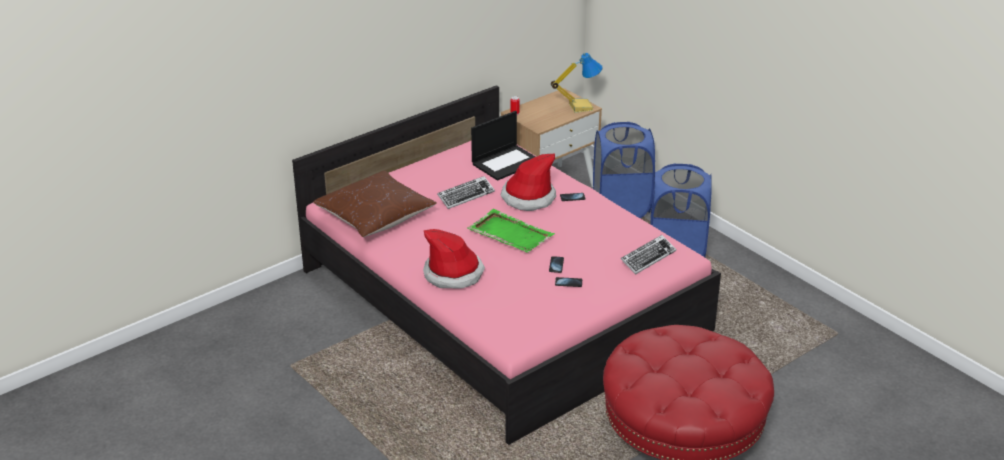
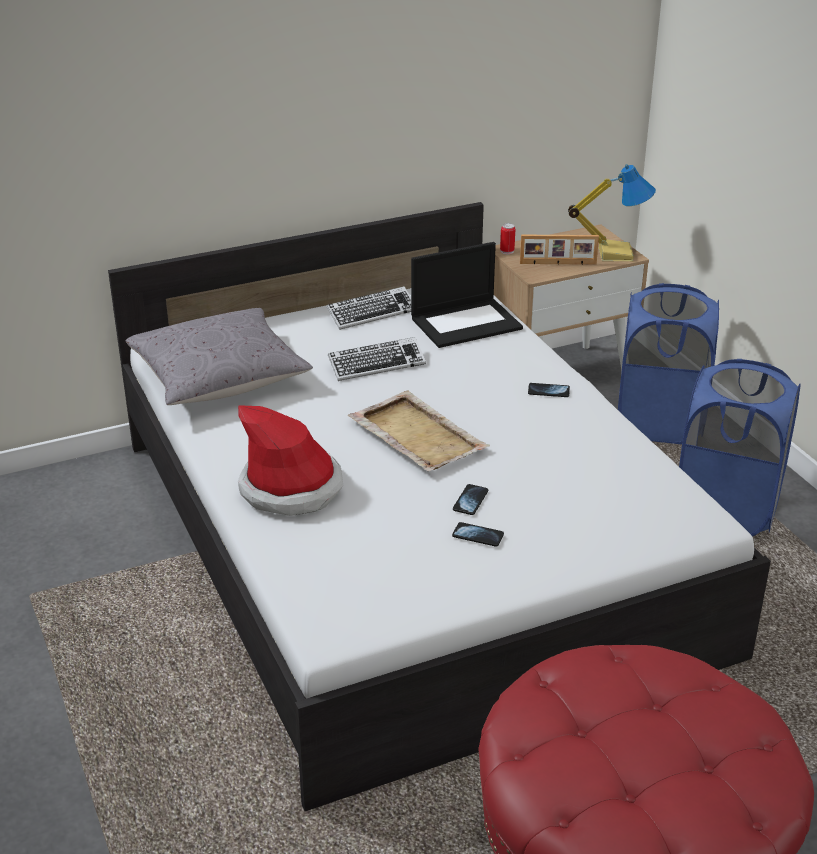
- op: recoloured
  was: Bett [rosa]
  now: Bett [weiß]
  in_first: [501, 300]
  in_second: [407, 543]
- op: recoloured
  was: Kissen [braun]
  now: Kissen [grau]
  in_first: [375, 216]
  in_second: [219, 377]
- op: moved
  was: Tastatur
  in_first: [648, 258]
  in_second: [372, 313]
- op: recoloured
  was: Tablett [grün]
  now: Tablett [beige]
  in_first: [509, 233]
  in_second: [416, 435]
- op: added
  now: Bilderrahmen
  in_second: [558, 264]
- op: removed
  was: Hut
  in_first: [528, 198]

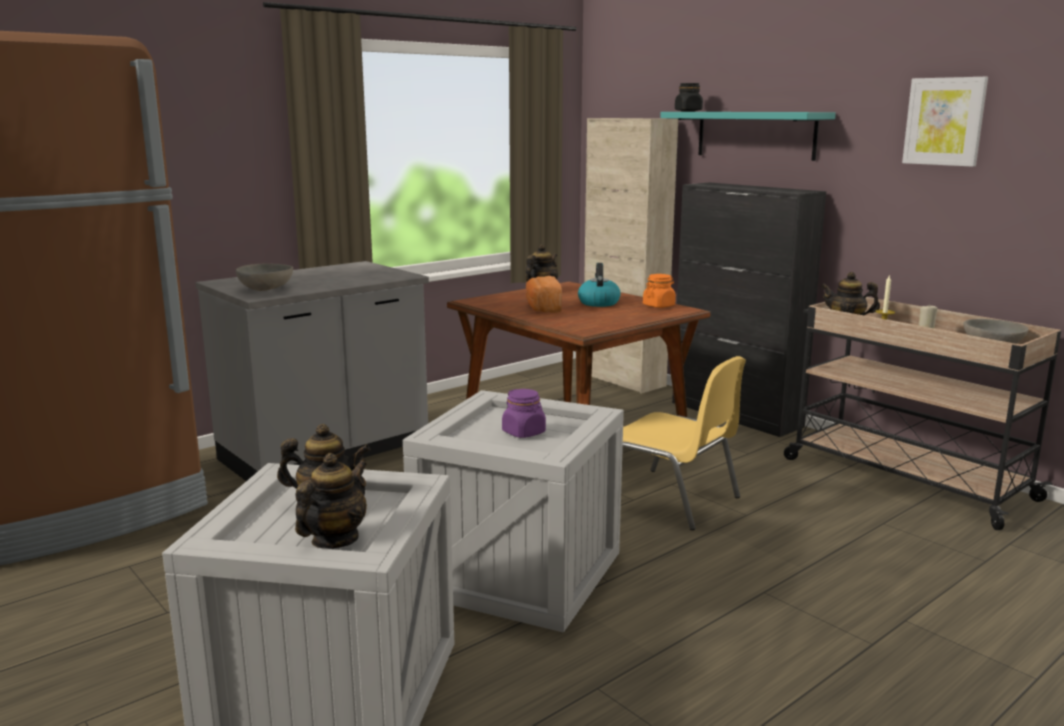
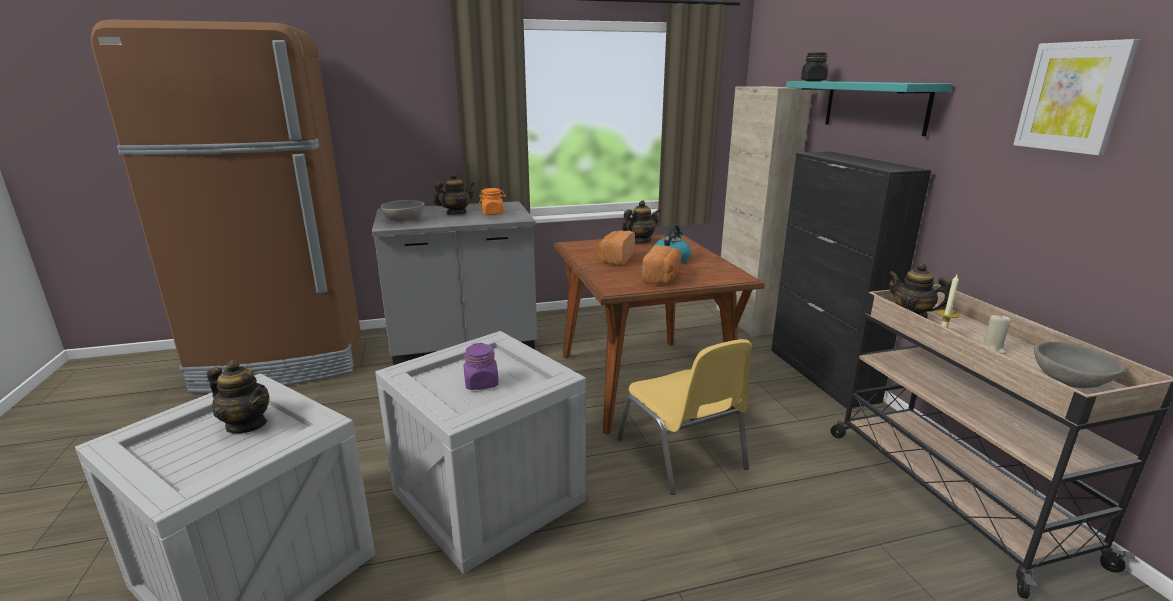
- op: moved
  was: Teekanne
  in_first: [334, 540]
  in_second: [456, 213]
- op: moved
  was: Vorratsglas [orange]
  in_first: [659, 305]
  in_second: [493, 213]
- op: added
  now: Brot
  in_second: [662, 278]

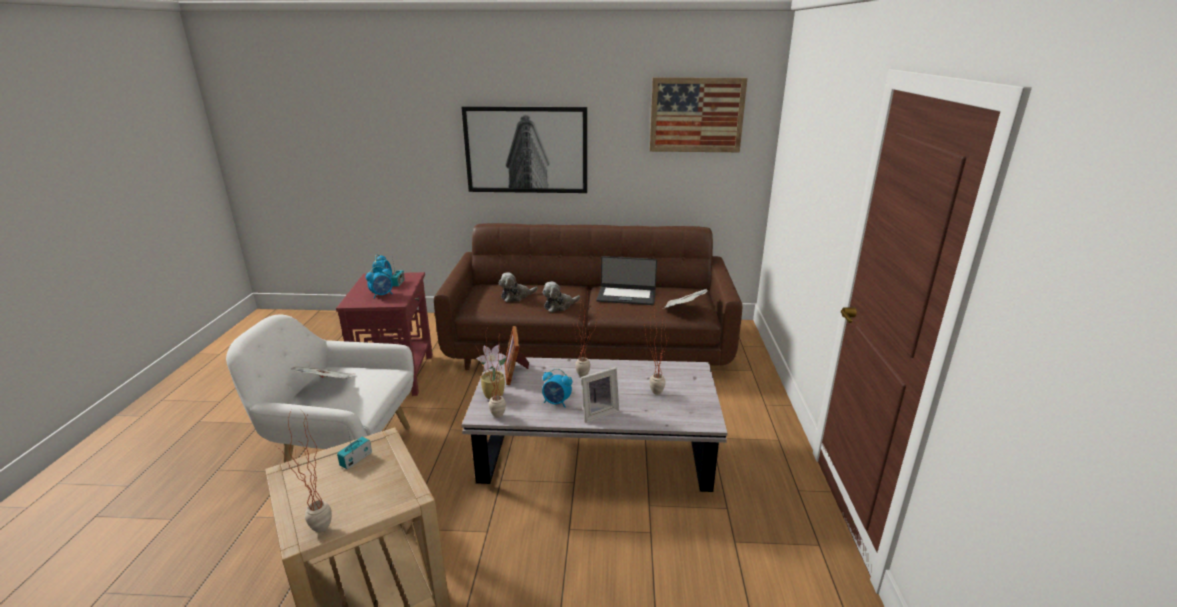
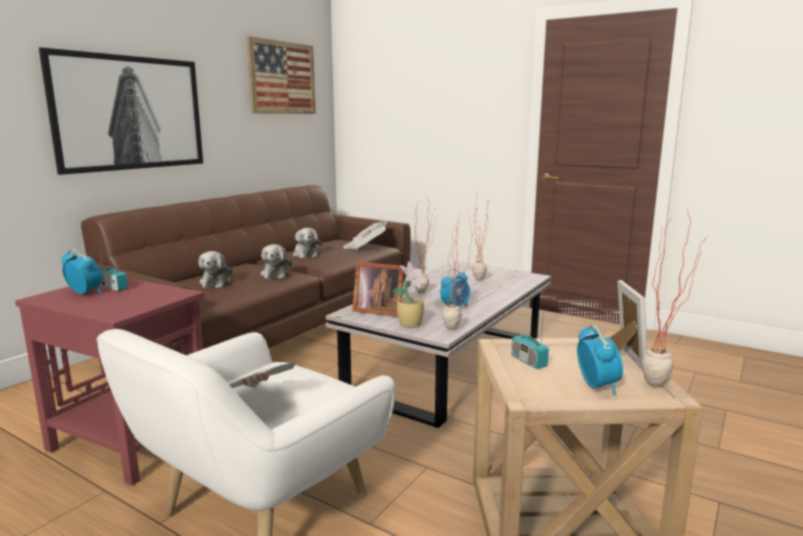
- op: replaced
  was: Laptop
  now: Plüschtier
  in_first: [626, 296]
  in_second: [305, 254]
- op: moved
  was: Wecker
  in_first: [382, 295]
  in_second: [597, 386]
- op: moved
  was: Bilderrahmen
  in_first: [598, 412]
  in_second: [622, 358]

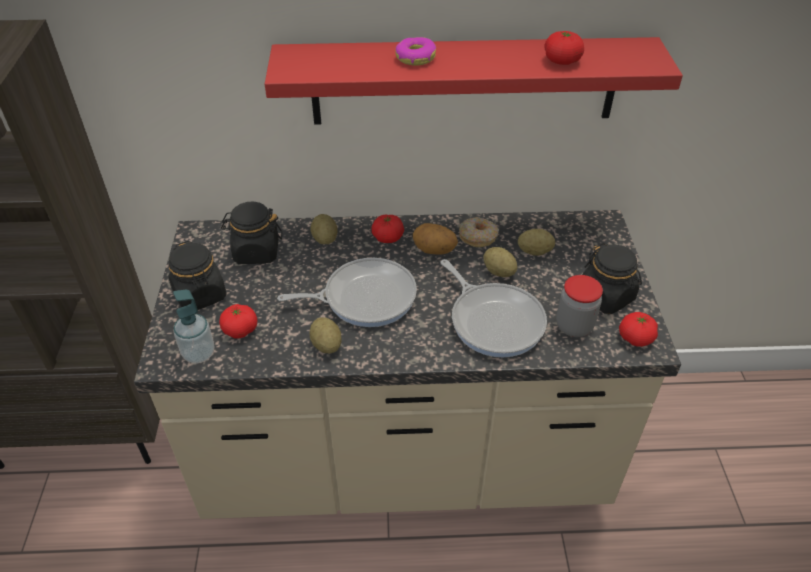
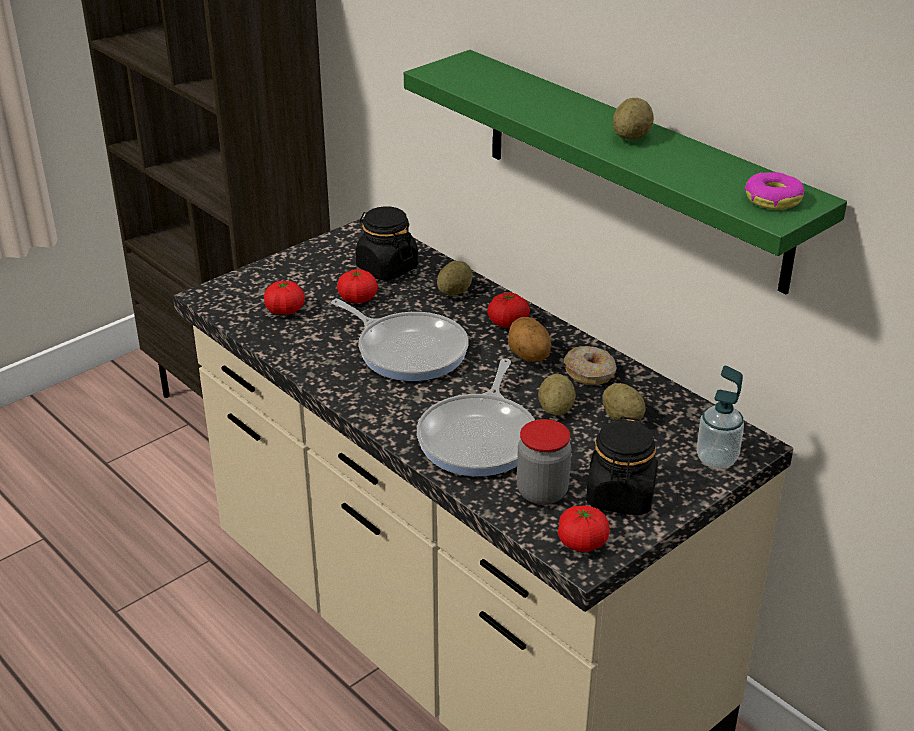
- op: moved
  was: Tomate
  in_first: [562, 61]
  in_second: [358, 299]
- op: recoloured
  was: Wandregal [rot]
  now: Wandregal [grün]
  in_first: [464, 81]
  in_second: [632, 168]
- op: moved
  was: Kartoffel
  in_first: [326, 345]
  in_second: [631, 137]
- op: moved
  was: Seifenspender
  in_first: [199, 353]
  in_second: [716, 459]
- op: moved
  was: Donut
  in_first: [415, 58]
  in_second: [772, 199]
- op: removed
  was: Vorratsglas [schwarz]
  in_first: [200, 295]

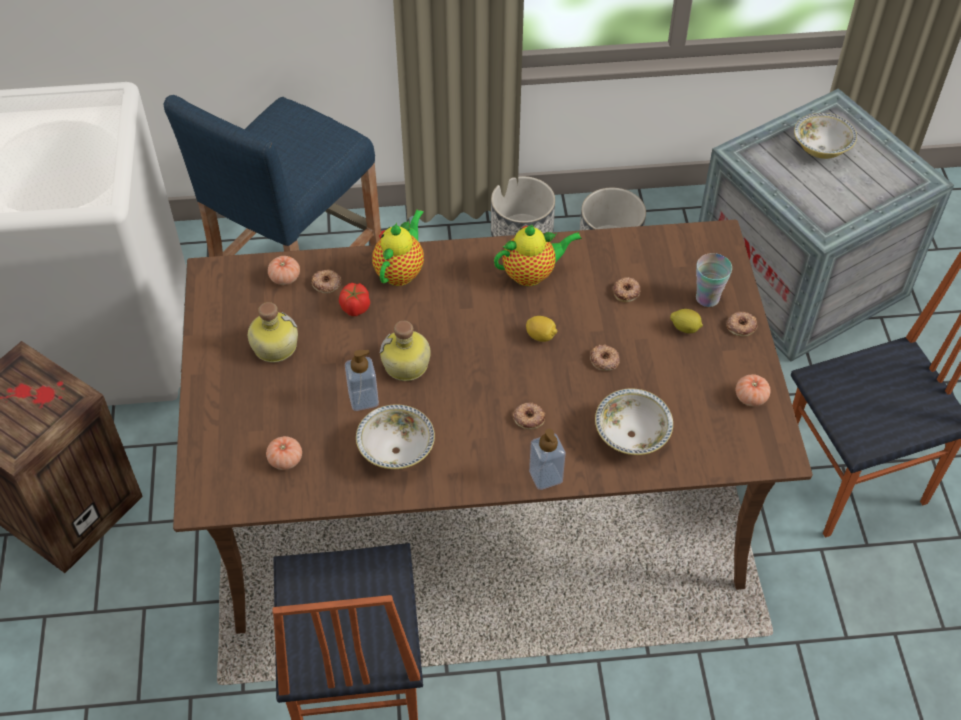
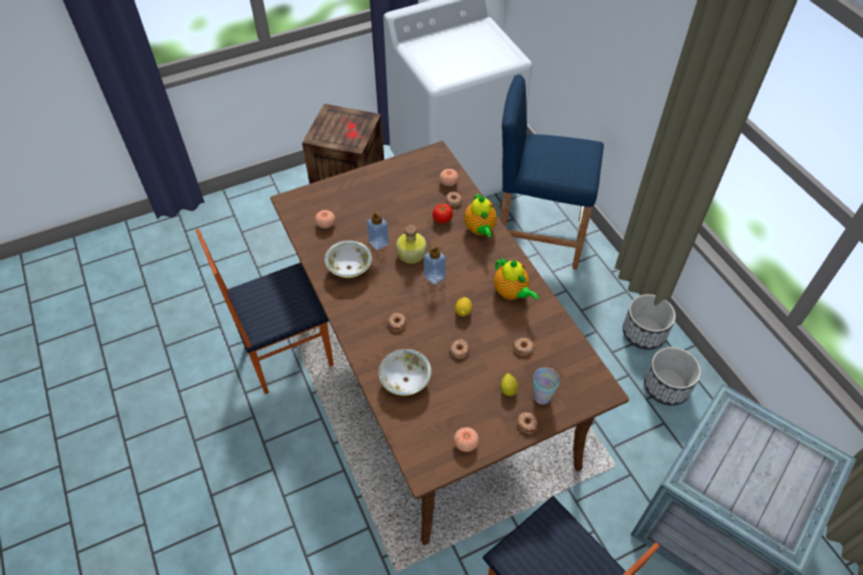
- op: moved
  was: Seifenspender
  in_first: [545, 476]
  in_second: [434, 276]
- op: turned
  was: Teekanne
  in_first: [401, 271]
  in_second: [480, 230]
  clockwise: 75
- op: removed
  was: Flasche
  in_first: [273, 346]
- op: removed
  was: Schüssel
  in_first: [821, 148]

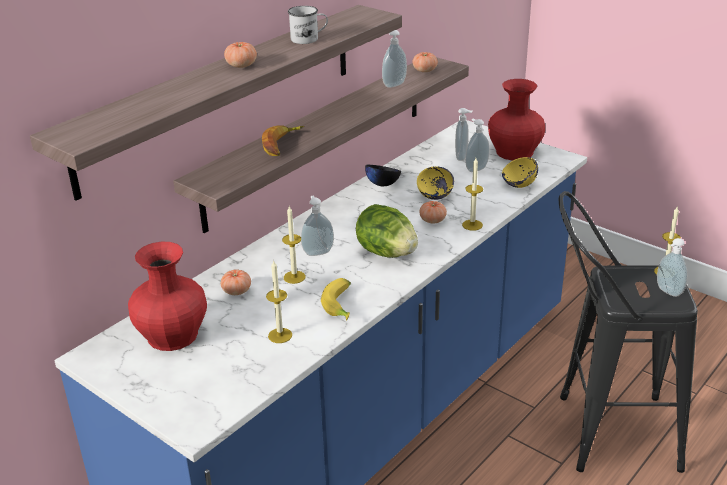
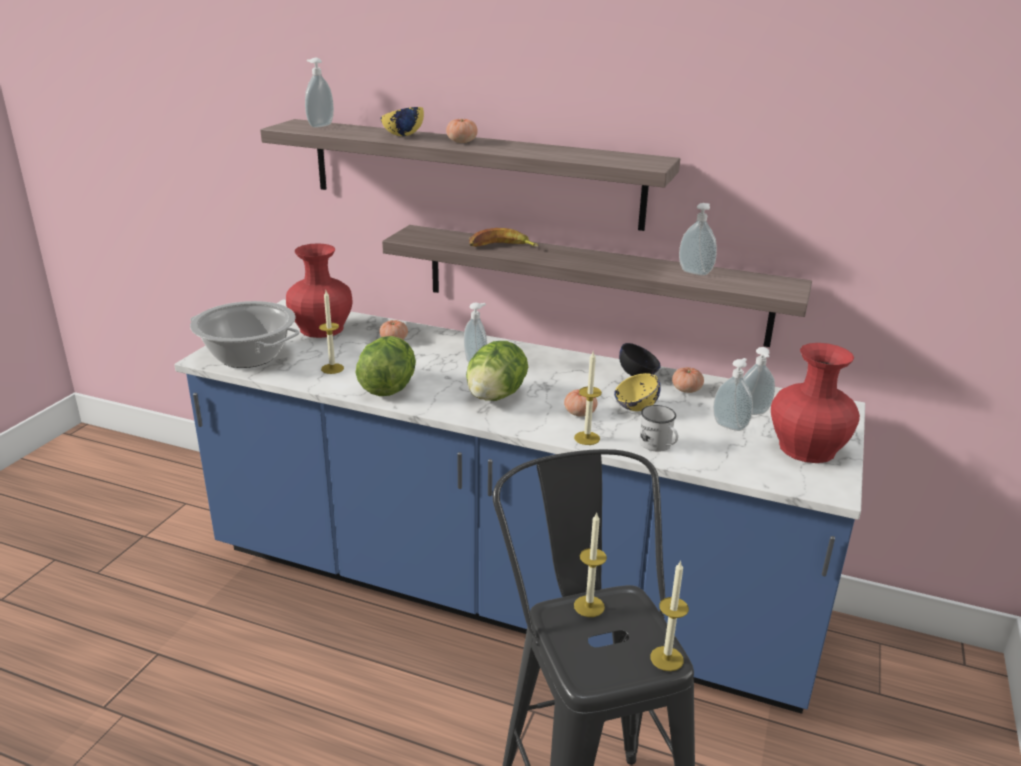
- op: added
  now: Kochtopf
  in_second: [248, 356]
- op: moved
  was: Seifenspender
  in_first: [667, 292]
  in_second: [319, 125]
- op: replaced
  was: Banane
  now: Salatkopf
  in_first: [342, 306]
  in_second: [388, 388]
- op: moved
  was: Schüssel [gelb]
  in_first: [518, 185]
  in_second: [403, 136]
- op: moved
  was: Kerze
  in_first: [294, 277]
  in_second: [589, 606]
- op: moved
  was: Henkelbecher [weiß]
  in_first: [309, 39]
  in_second: [659, 446]
- op: moved
  was: Tomate
  in_first: [424, 70]
  in_second: [686, 389]

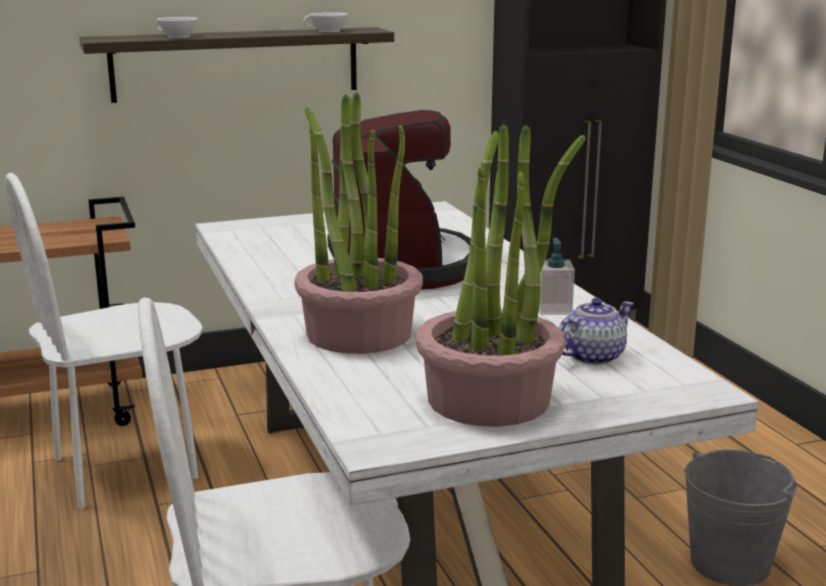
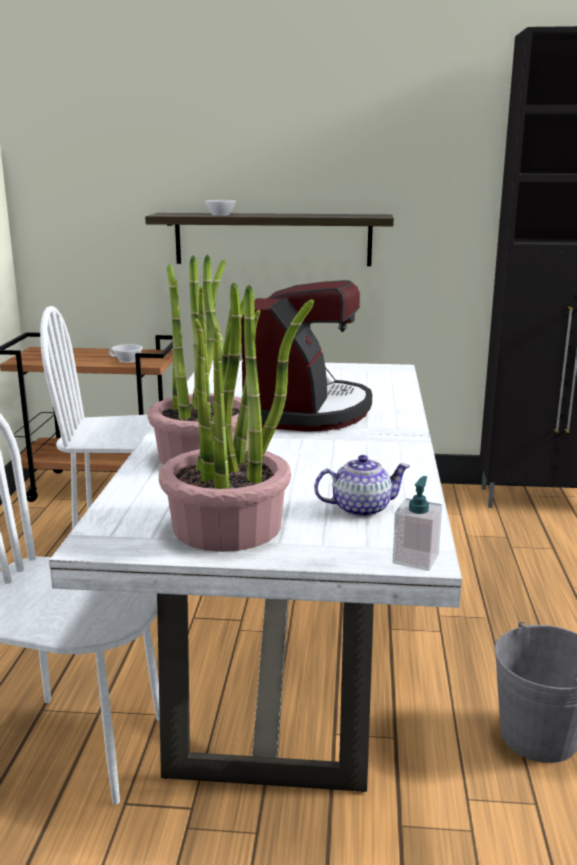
- op: moved
  was: Tasse [weiß]
  in_first: [327, 31]
  in_second: [126, 360]
- op: moved
  was: Seifenspender
  in_first: [554, 309]
  in_second: [415, 559]

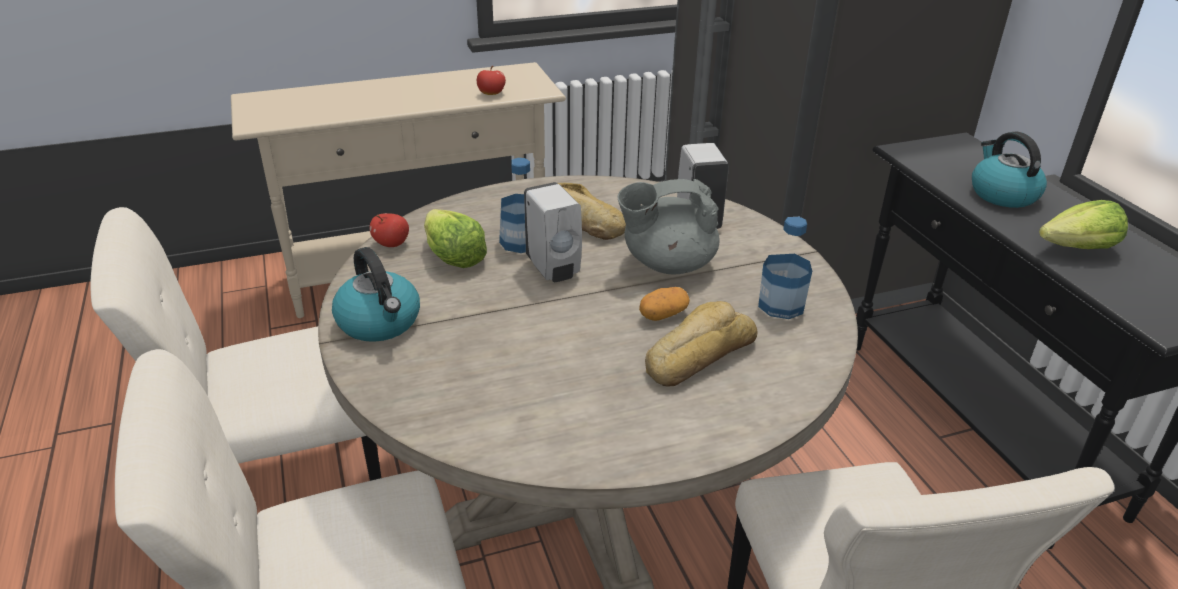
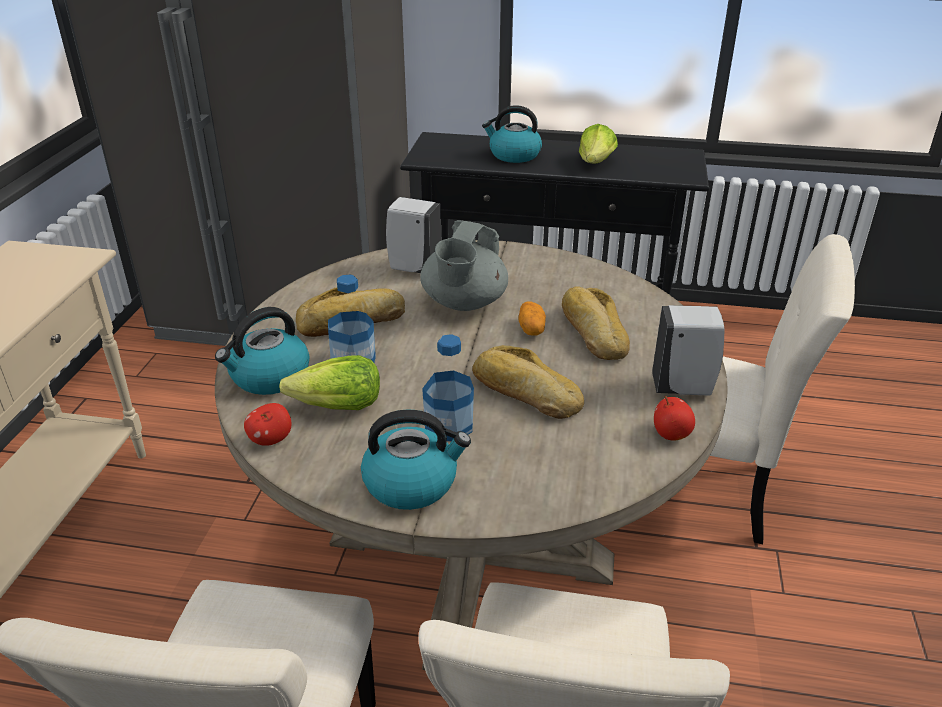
- op: added
  now: Wasserkessel
  in_second: [269, 377]
- op: moved
  was: Flasche
  in_first: [781, 305]
  in_second: [449, 425]
- op: added
  now: Brot
  in_second: [524, 393]
- op: moved
  was: Seifenspender [weiß]
  in_first: [554, 269]
  in_second: [684, 388]
- op: moved
  was: Apfel
  in_first: [491, 94]
  in_second: [671, 434]

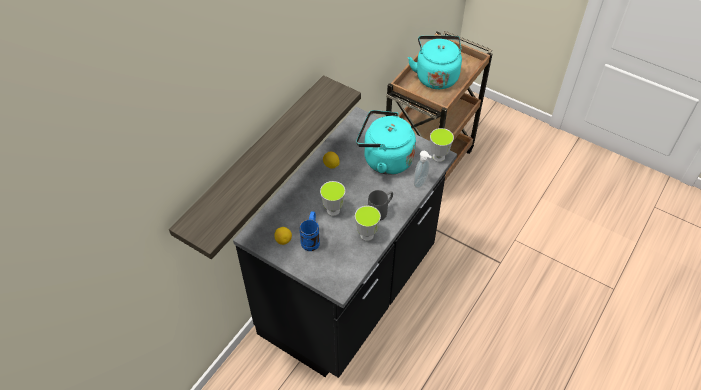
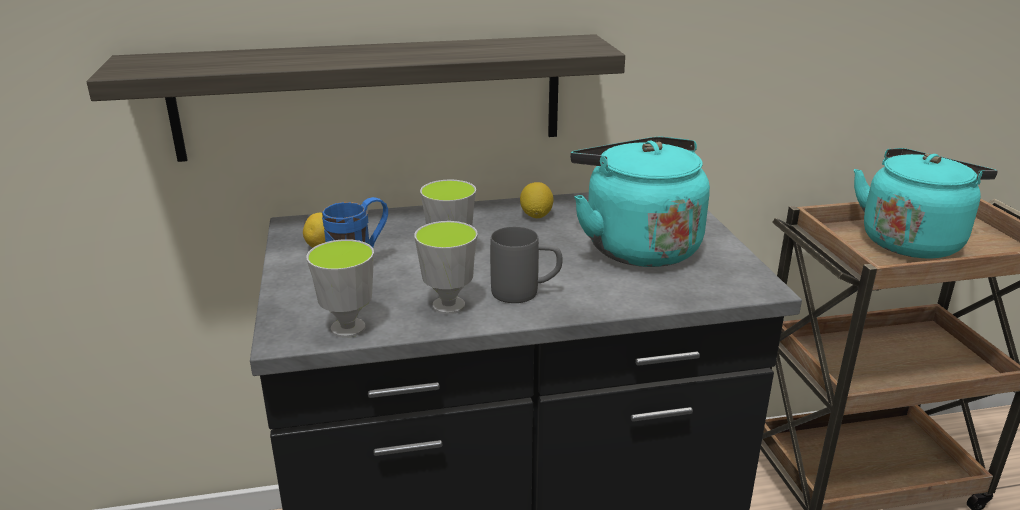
- op: moved
  was: Tasse
  in_first: [438, 157]
  in_second: [348, 328]
- op: removed
  was: Seifenspender
  in_first: [421, 183]

